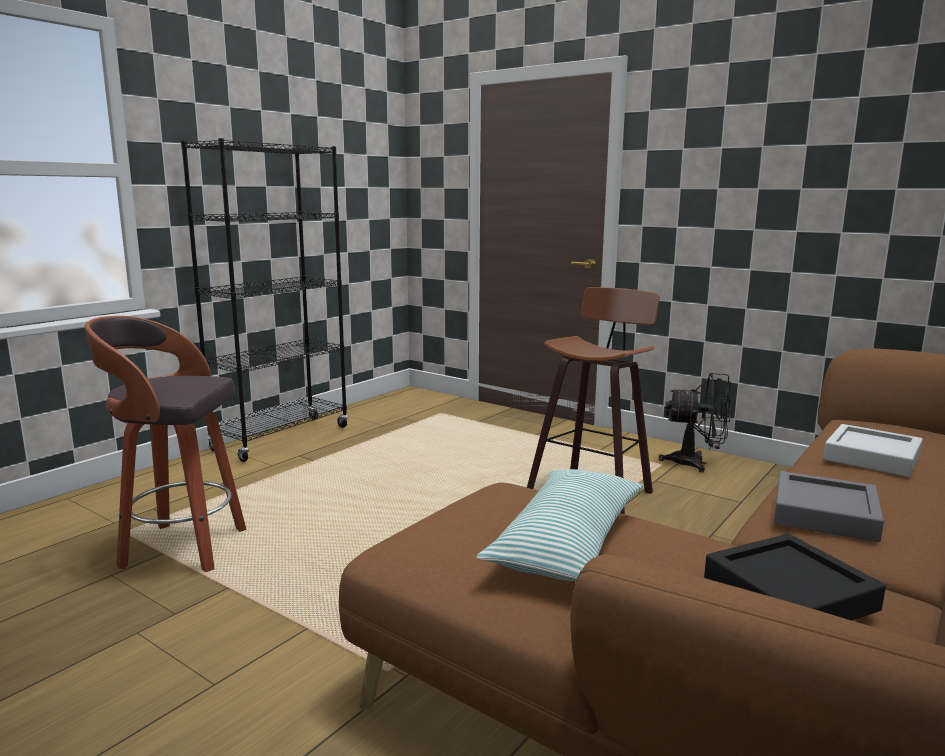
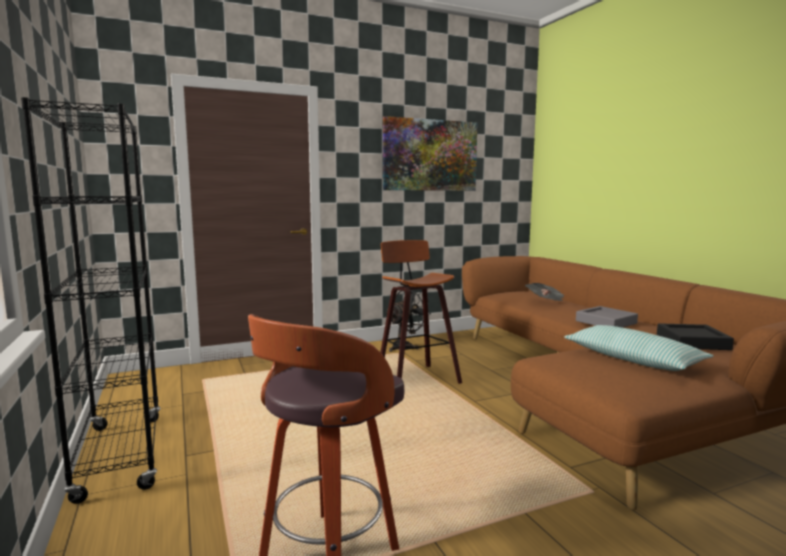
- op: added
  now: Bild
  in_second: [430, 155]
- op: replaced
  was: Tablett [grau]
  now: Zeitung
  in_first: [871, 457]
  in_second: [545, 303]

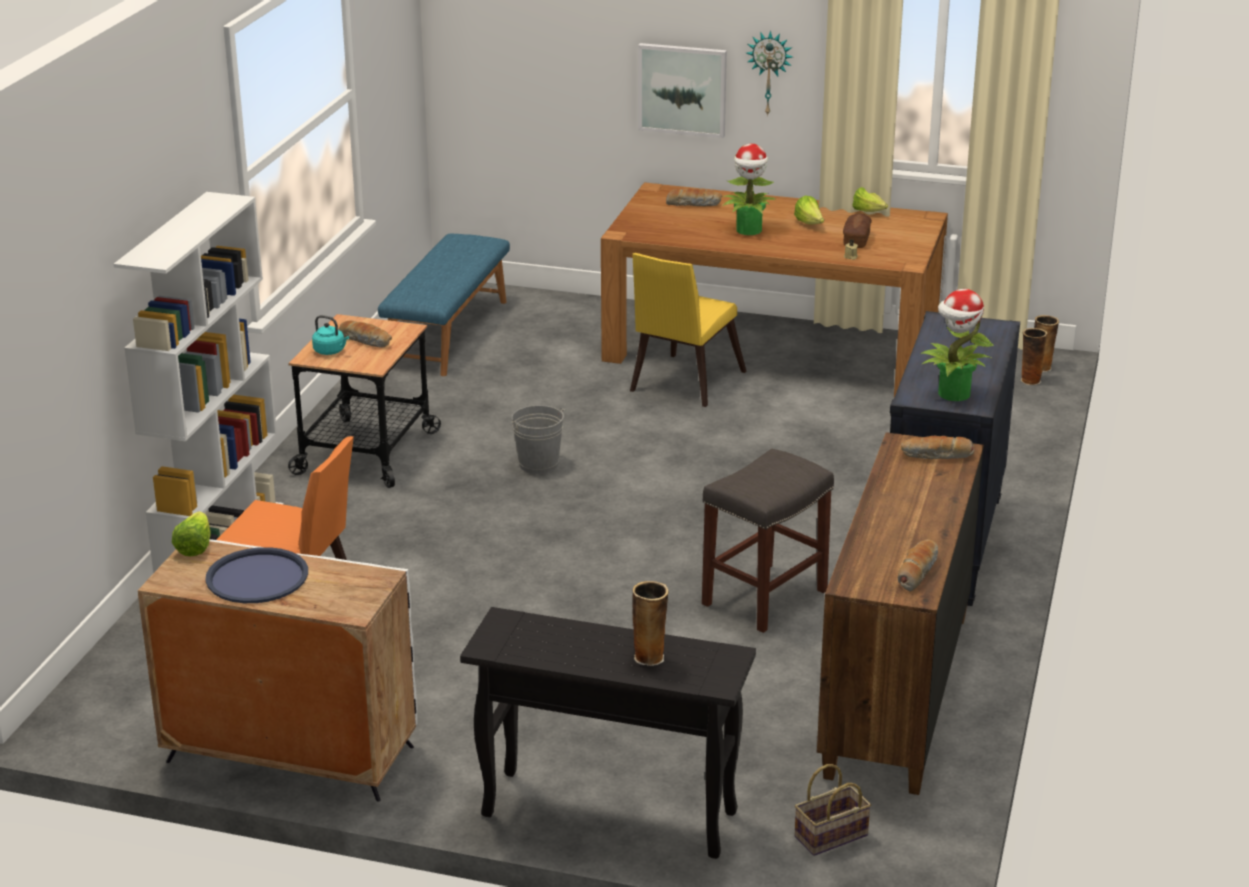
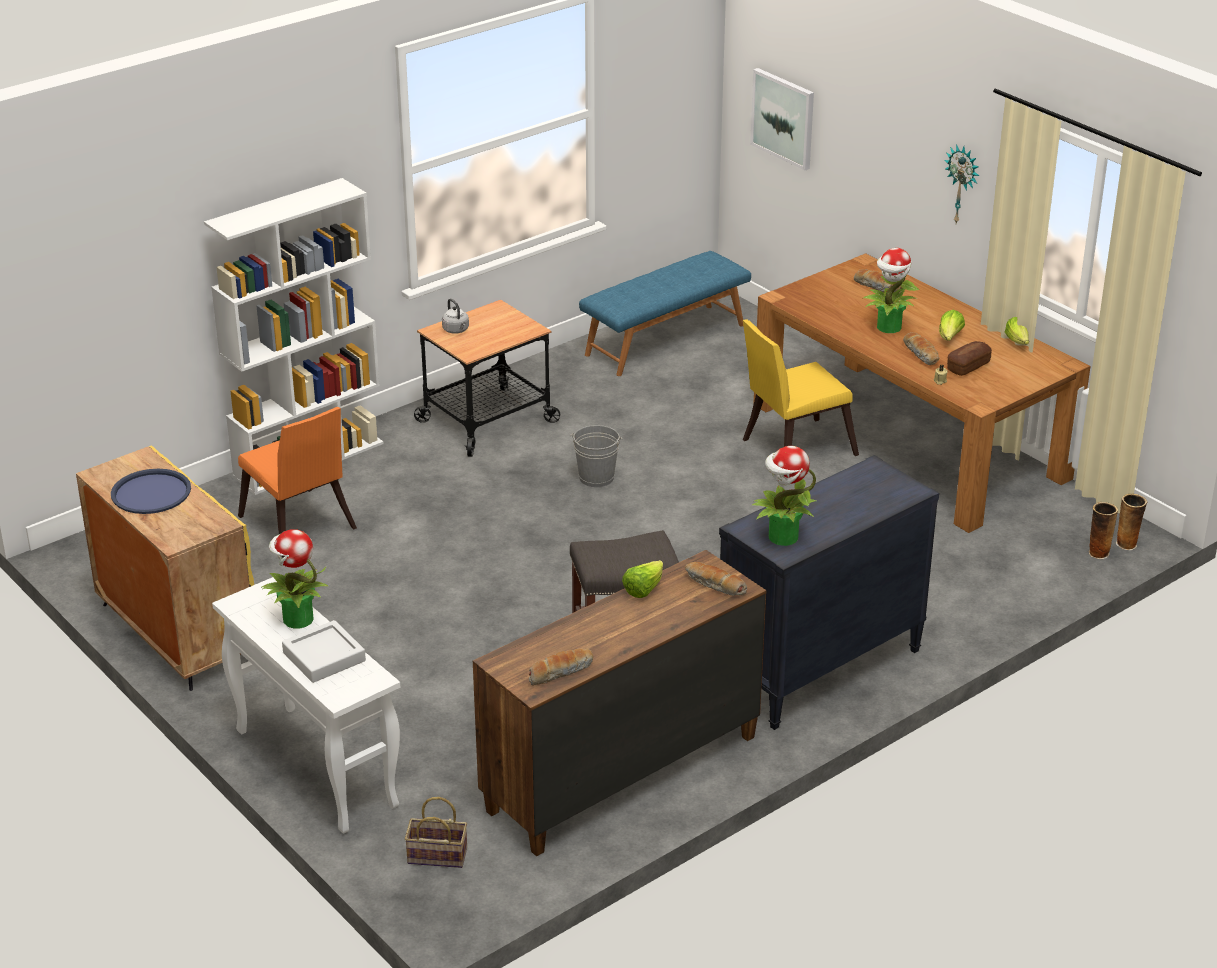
- op: recoloured
  was: Schrank [weiß]
  now: Schrank [gelb]
  in_first: [289, 754]
  in_second: [176, 632]
- op: recoloured
  was: Konsolentisch [schwarz]
  now: Konsolentisch [weiß]
  in_first: [607, 814]
  in_second: [314, 767]
- op: added
  now: Topfpflanze
  in_second: [297, 619]
- op: replaced
  was: Vase
  now: Tablett [grau]
  in_first: [650, 657]
  in_second: [324, 657]
- op: recoloured
  was: Wasserkessel [türkis]
  now: Wasserkessel [grau]
  in_first: [330, 351]
  in_second: [456, 330]
- op: moved
  was: Salatkopf
  in_first: [194, 547]
  in_second: [643, 589]
- op: moved
  was: Bild
  in_first: [682, 89]
  in_second: [783, 118]
- op: moved
  was: Brot
  in_first: [366, 340]
  in_second: [921, 354]

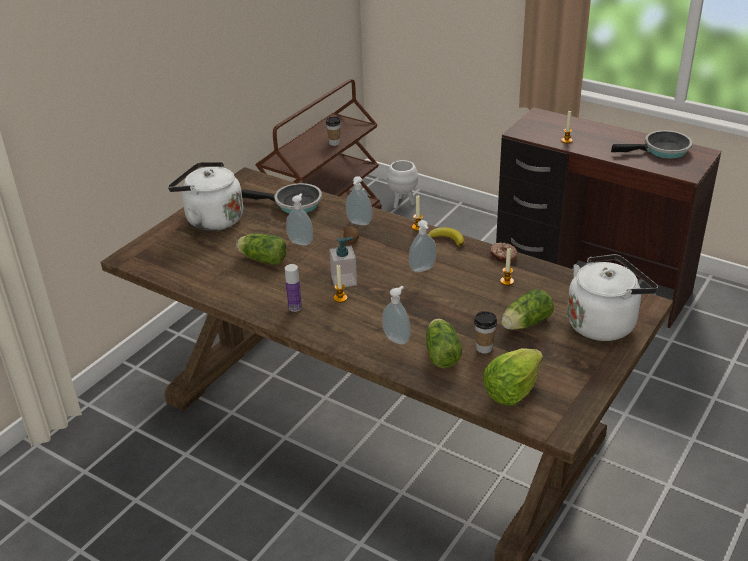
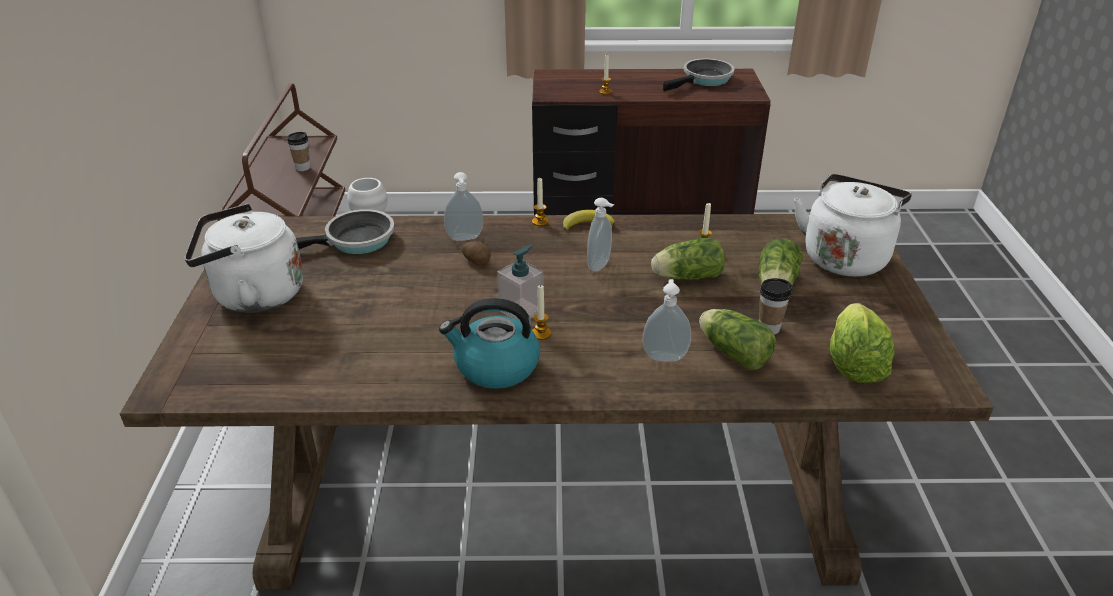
- op: replaced
  was: Flasche
  now: Wasserkessel
  in_first: [295, 307]
  in_second: [495, 367]
- op: moved
  was: Salatkopf
  in_first: [261, 259]
  in_second: [685, 277]
- op: removed
  was: Seifenspender
  in_first: [301, 242]
- op: removed
  was: Donut
  in_first: [503, 256]

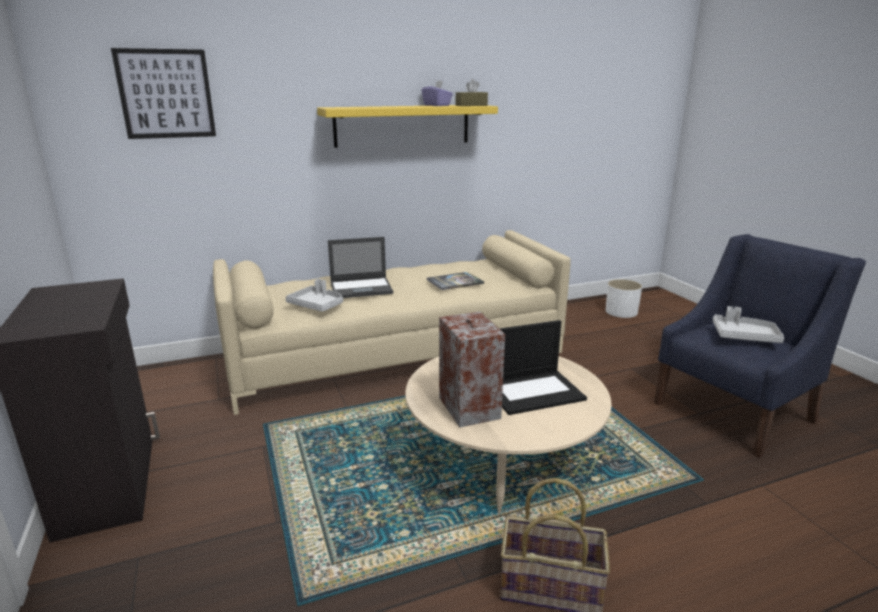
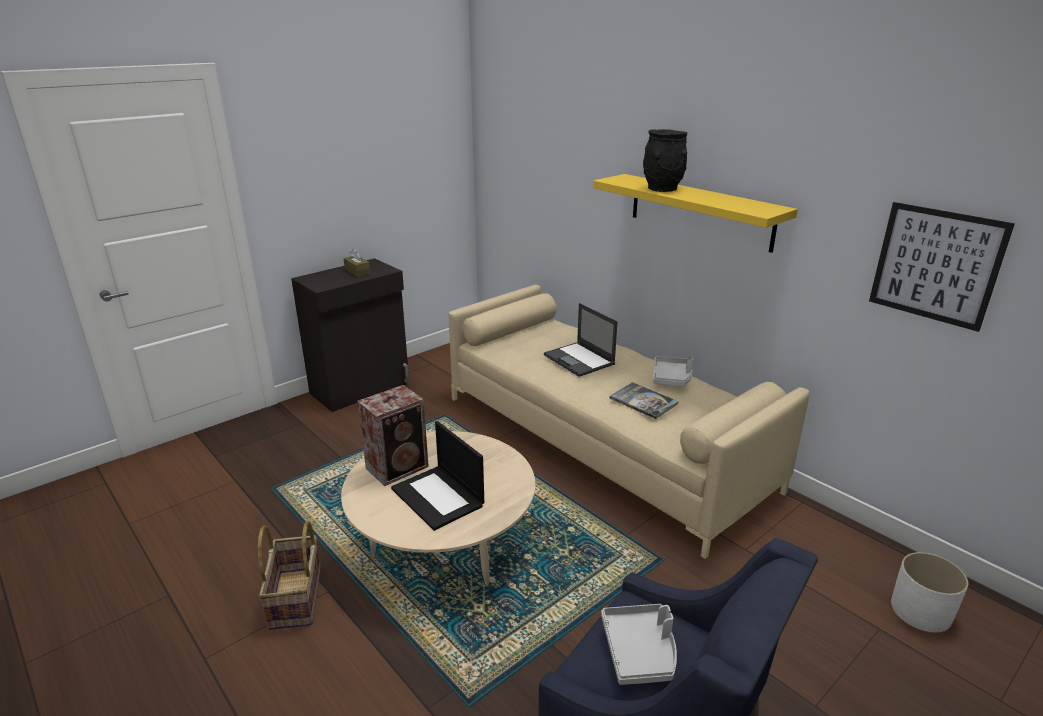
- op: moved
  was: Taschentuchbox [braun]
  in_first: [471, 105]
  in_second: [357, 271]
- op: added
  now: Vase [schwarz]
  in_second: [662, 189]
- op: moved
  was: Tablett [grau]
  in_first: [317, 305]
  in_second: [672, 378]
- op: moved
  was: Bild
  in_first: [166, 94]
  in_second: [936, 265]
- op: removed
  was: Taschentuchbox [lila]
  in_first: [437, 105]

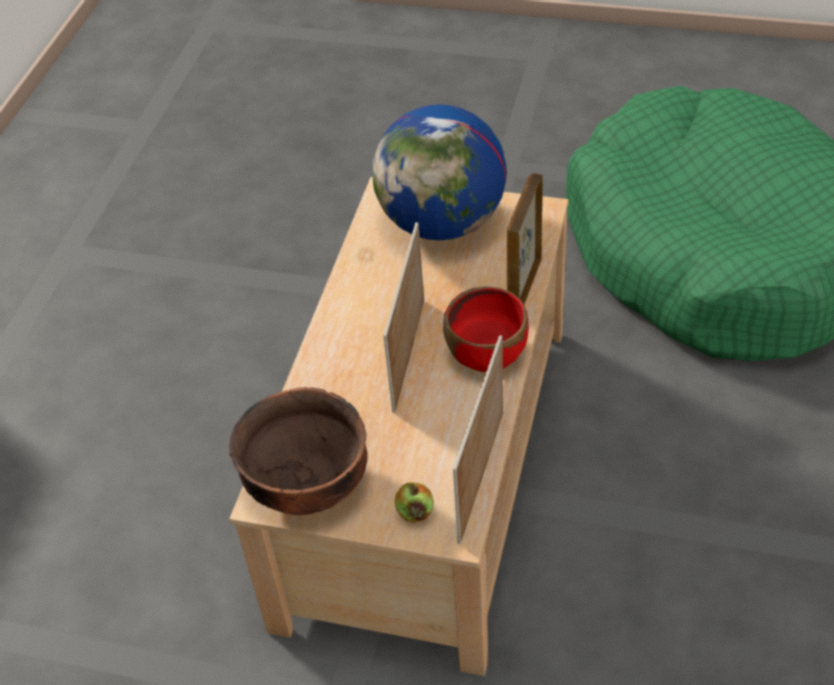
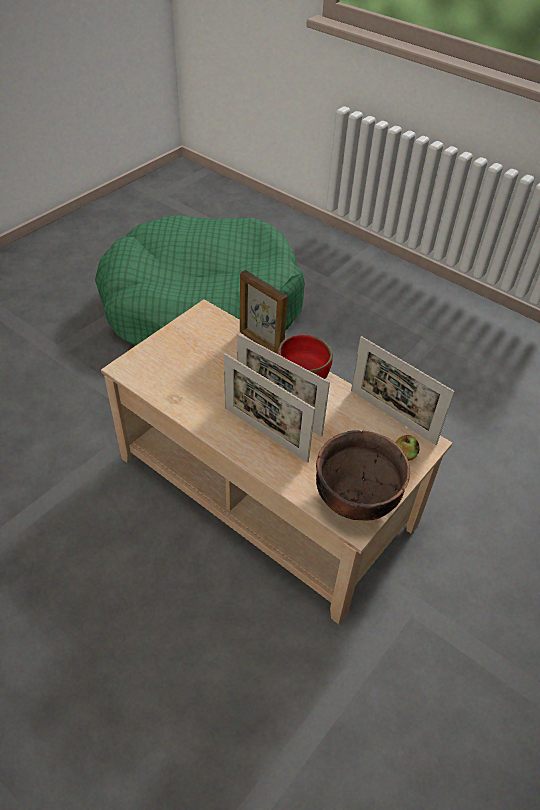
- op: added
  now: Bilderrahmen
  in_second: [265, 434]
- op: removed
  was: Globus
  in_first: [442, 223]

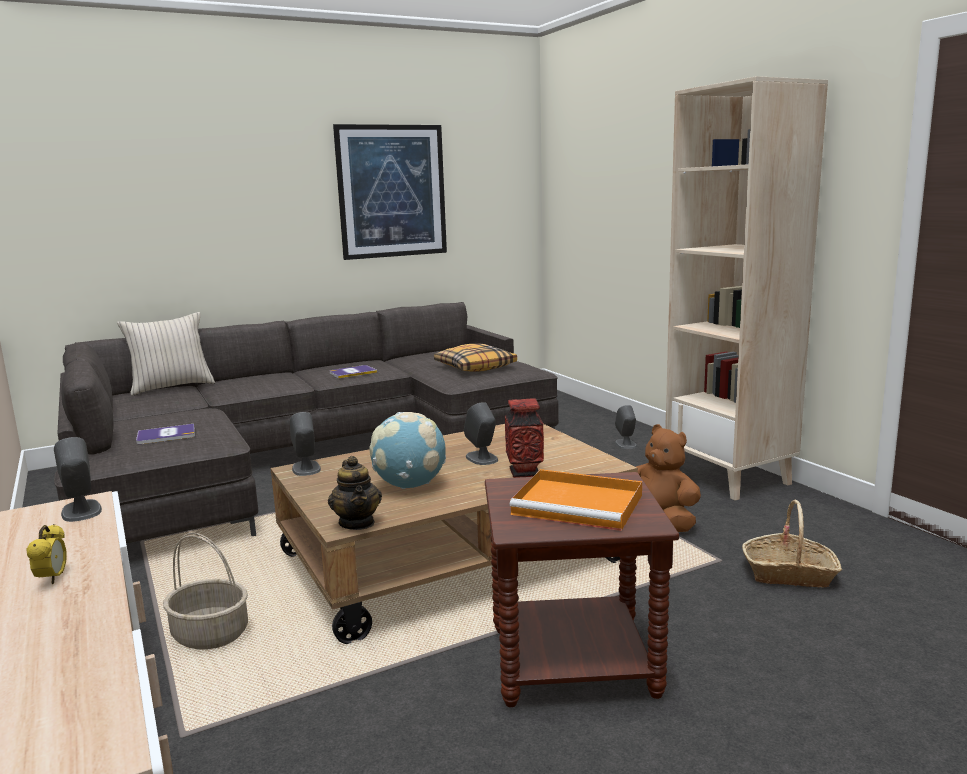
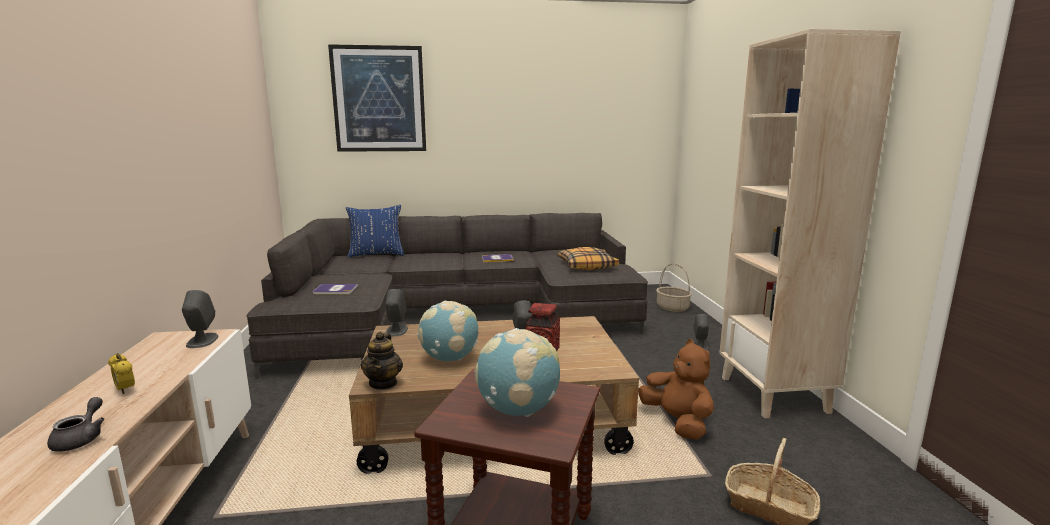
- op: added
  now: Teekanne [grau]
  in_second: [81, 439]
- op: turned
  was: Wecker
  in_first: [53, 579]
  in_second: [125, 390]
  clockwise: 120
- op: moved
  was: Bild
  in_first: [392, 191]
  in_second: [379, 99]
- op: recoloured
  was: Kissen [beige]
  now: Kissen [blau]
  in_first: [171, 387]
  in_second: [376, 254]
- op: replaced
  was: Tablett [orange]
  now: Globus
  in_first: [580, 505]
  in_second: [518, 410]
- op: moved
  was: Korb
  in_first: [211, 634]
  in_second: [673, 308]

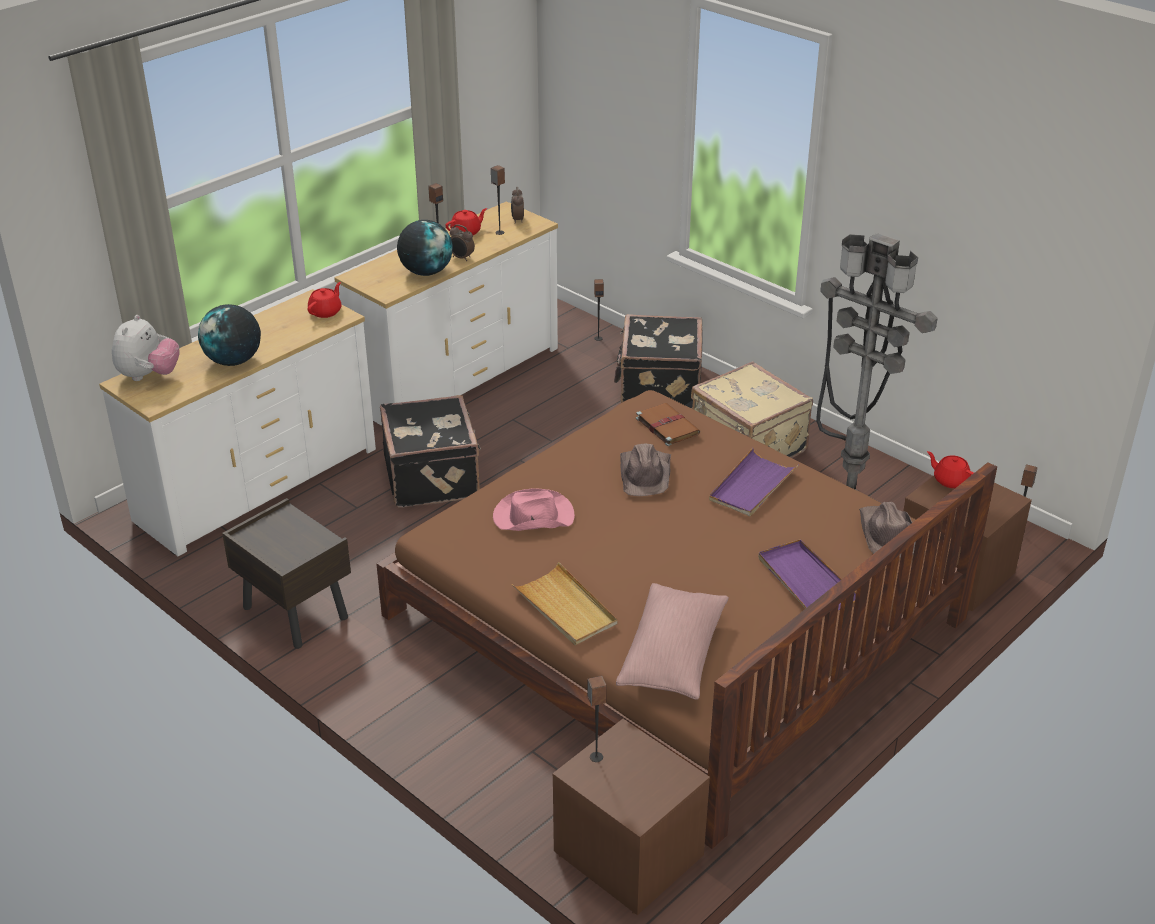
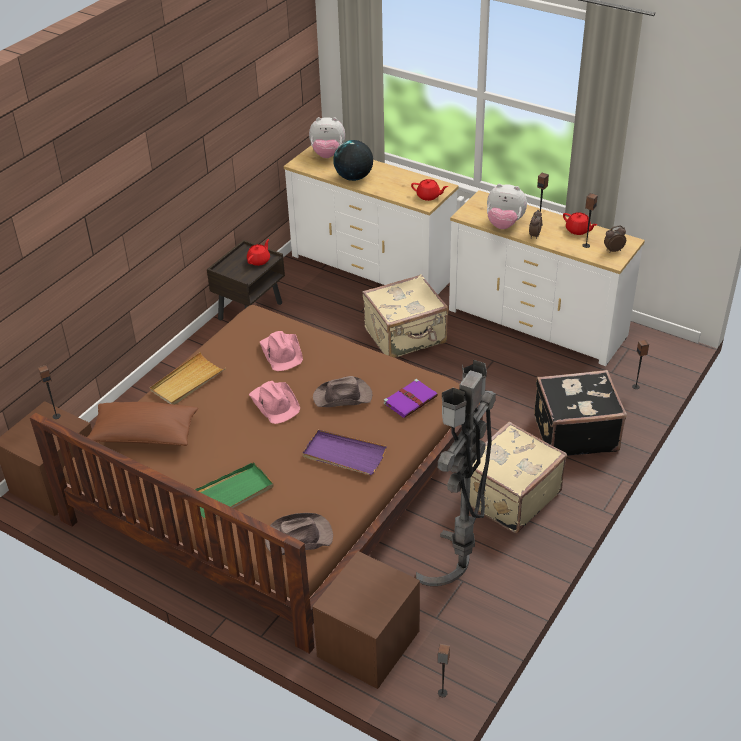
- op: recoloured
  was: Kissen [rosa]
  now: Kissen [braun]
  in_first: [673, 656]
  in_second: [144, 435]
- op: recoloured
  was: Tablett [lila]
  now: Tablett [grün]
  in_first: [805, 581]
  in_second: [231, 493]
- op: moved
  was: Teekanne [rot]
  in_first: [950, 480]
  in_second: [259, 260]
- op: added
  now: Hut [rosa]
  in_second: [275, 403]
- op: recoloured
  was: Koffer [schwarz]
  now: Koffer [beige]
  in_first: [433, 477]
  in_second: [406, 336]
- op: recoloured
  was: Buch [braun]
  now: Buch [lila]
  in_first: [666, 426]
  in_second: [411, 400]
- op: replaced
  was: Globus
  now: Plüschtier
  in_first: [426, 272]
  in_second: [504, 224]

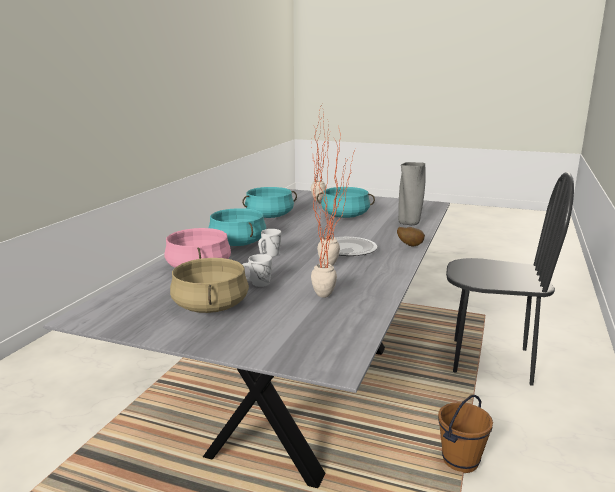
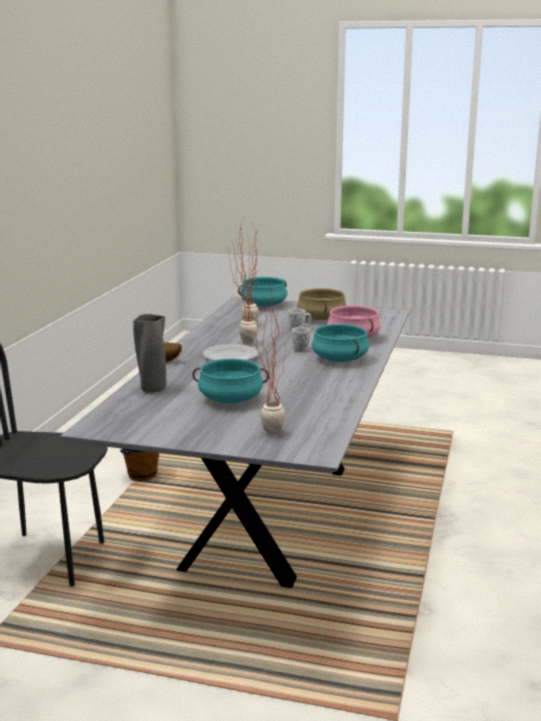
- op: moved
  was: Kochtopf [türkis]
  in_first: [269, 216]
  in_second: [263, 305]

